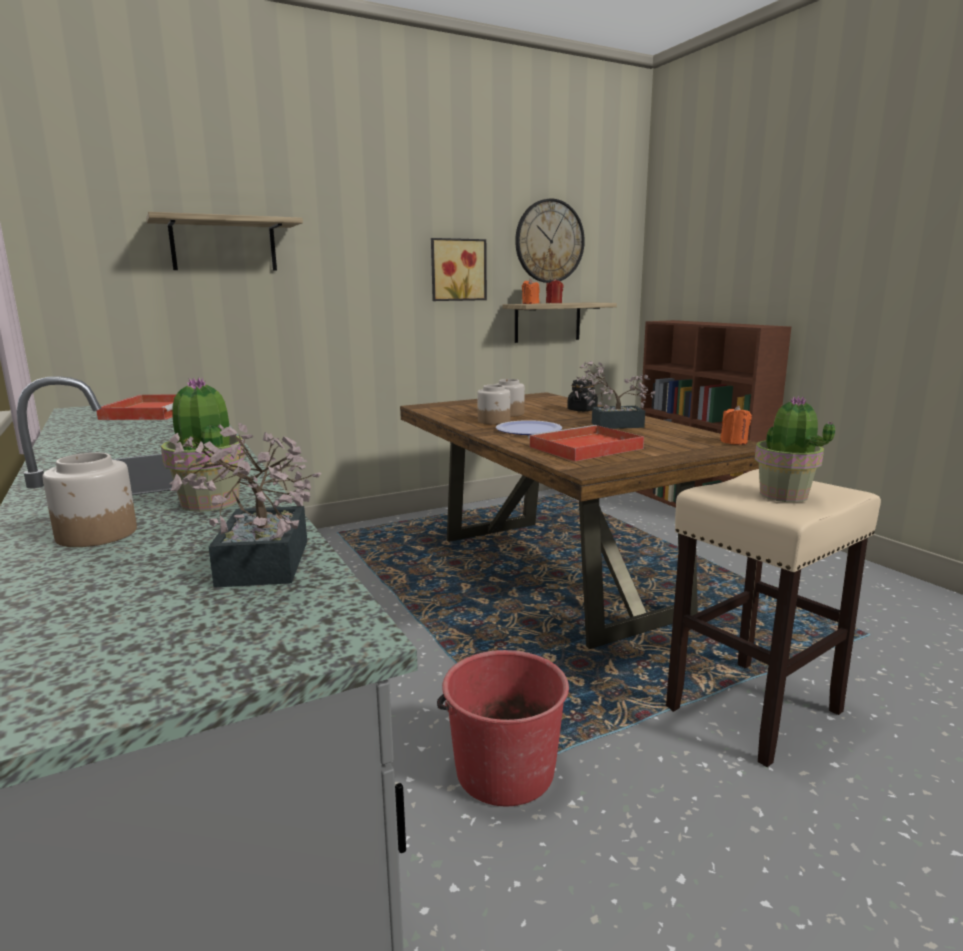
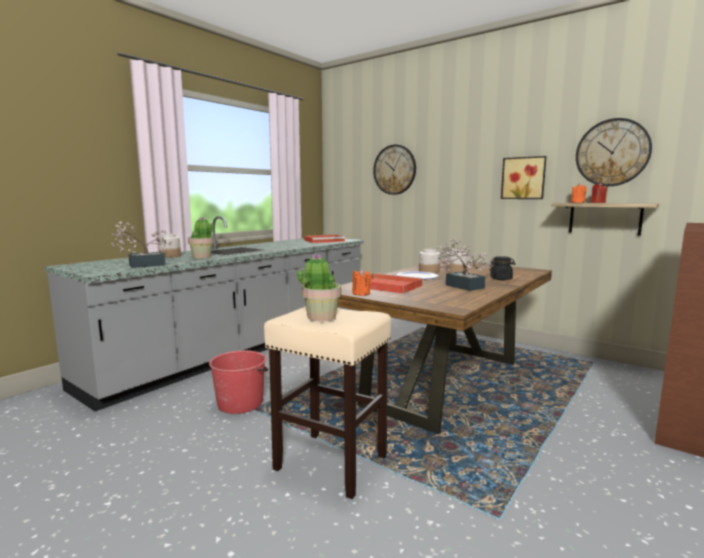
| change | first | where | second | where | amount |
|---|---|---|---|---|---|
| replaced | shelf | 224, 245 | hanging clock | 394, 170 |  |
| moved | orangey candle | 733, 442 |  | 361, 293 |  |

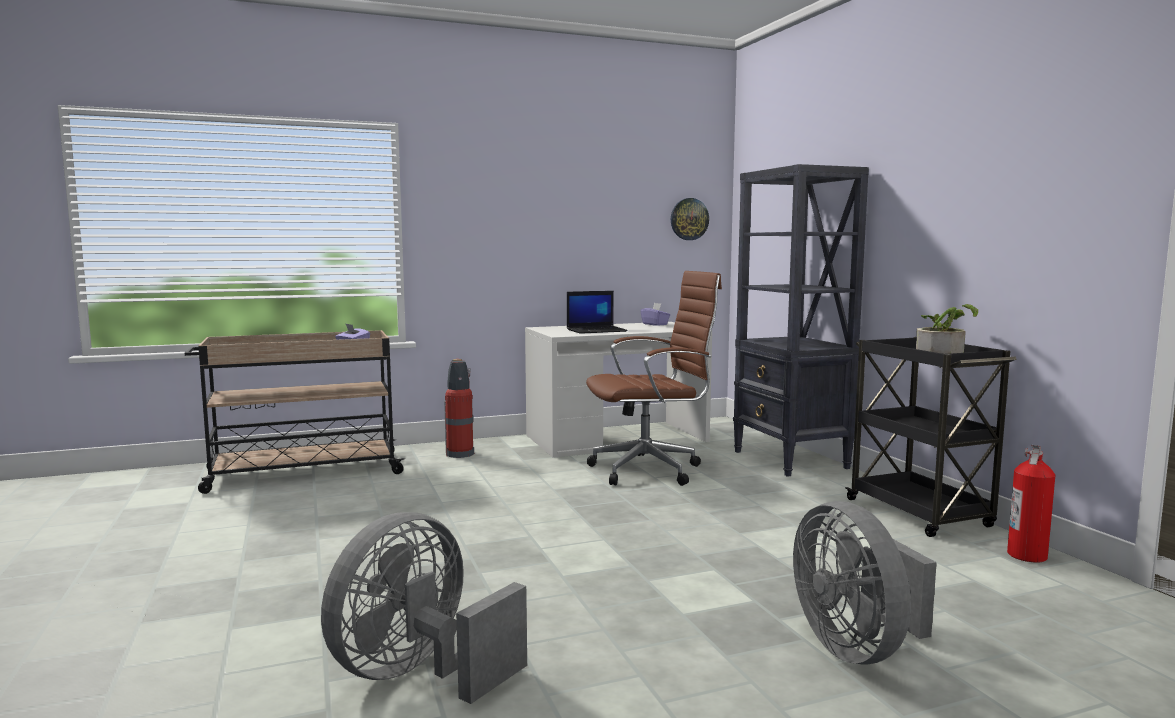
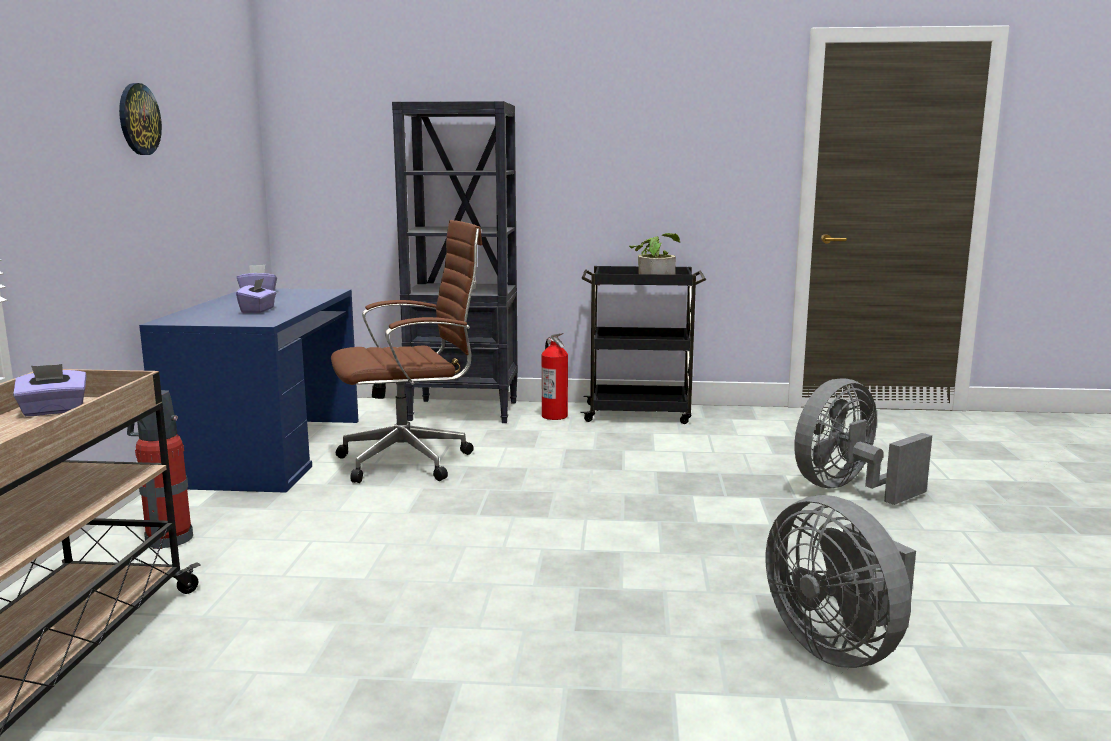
| change | first | where | second | where | amount |
|---|---|---|---|---|---|
| moved | hanging clock | 689, 219 |  | 138, 119 |  |
| turned | brown-coloured office chair | 651, 470 |  | 411, 461 | 60 degrees clockwise |
| replaced | laptop | 597, 330 | purplish tissue holder | 258, 310 |  |
| recoloured | white-coloured desk table | 616, 438 | blue-coloured desk table | 268, 451 |  |
| moved | fire extinguisher | 1028, 555 |  | 554, 416 |  |
| turned | greyish fan | 856, 647 |  | 847, 489 | 135 degrees clockwise |

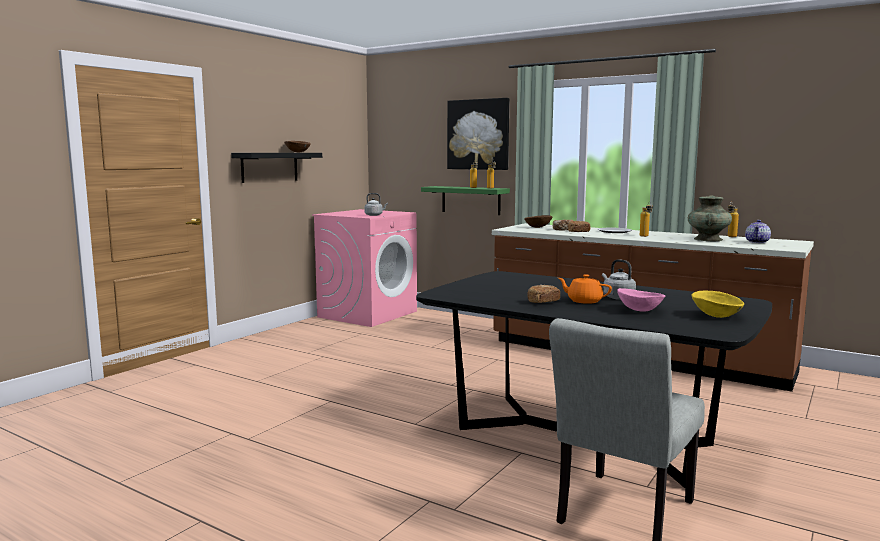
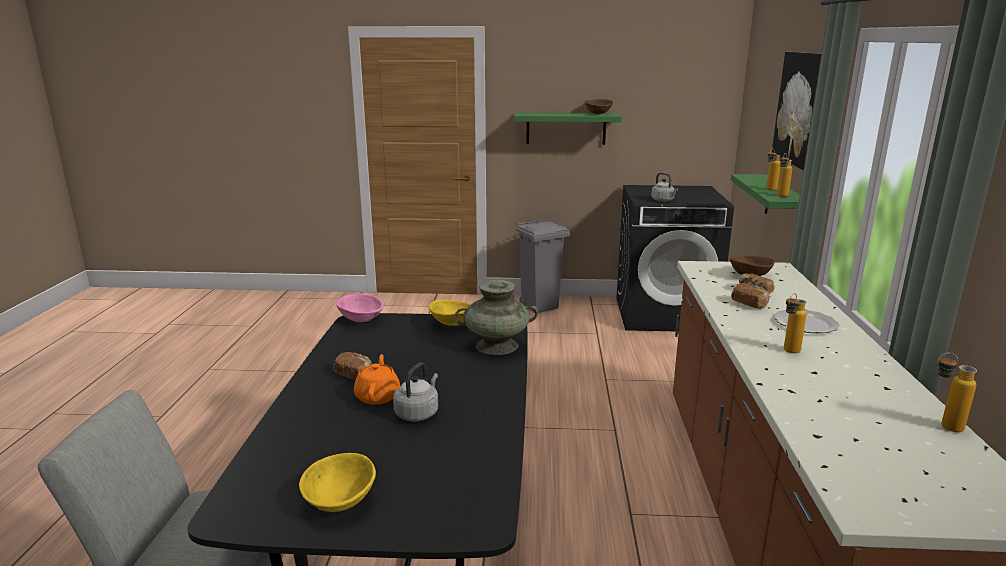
| change | first | where | second | where | amount |
|---|---|---|---|---|---|
| recoloured | black-coloured shelf | 269, 167 | green-coloured shelf | 566, 128 |  |
| moved | turquoise-coloured flower vase | 708, 239 |  | 496, 346 |  |
| recoloured | pinkish laundry appliance | 368, 314 | black-coloured laundry appliance | 665, 314 |  |
| removed | pot for tea | 757, 242 |  |  |  |
| moved | pinkish deep dish | 639, 311 |  | 361, 319 |  |
| added |  |  | greyish trash can | 540, 307 |  |
| added |  |  | yellow-coloured deep dish | 452, 324 |  |

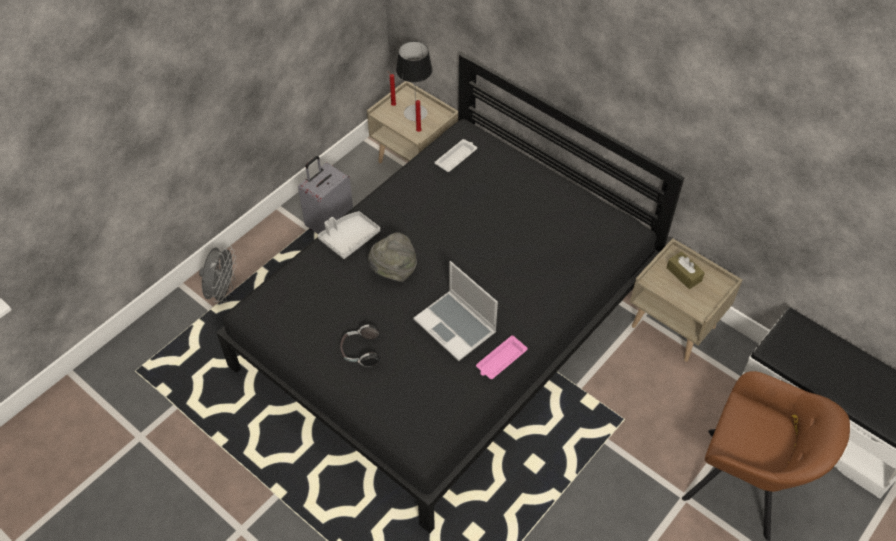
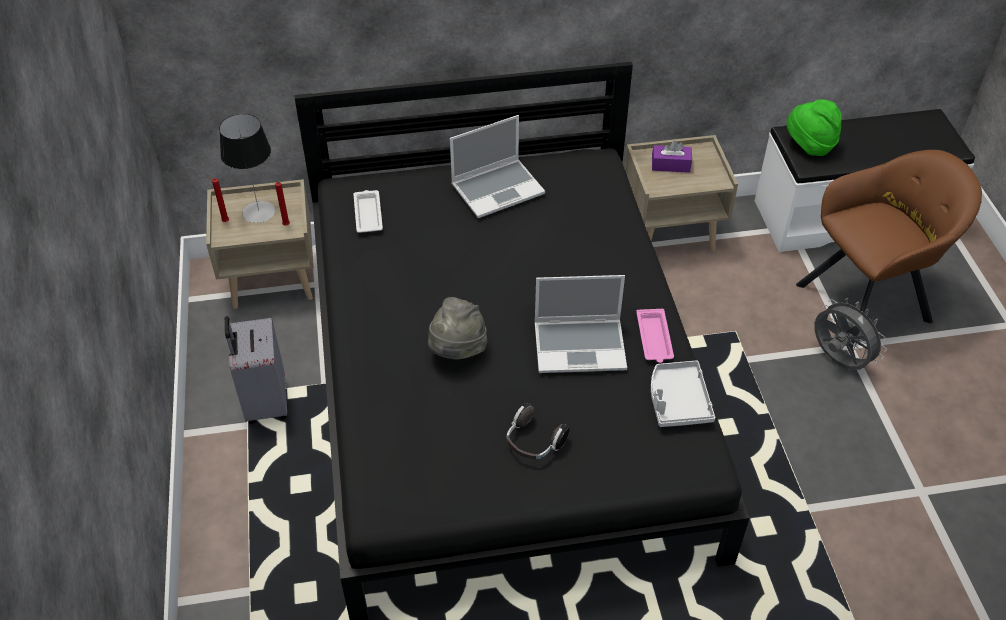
| change | first | where | second | where | amount |
|---|---|---|---|---|---|
| moved | greyish serving tray | 349, 238 |  | 677, 401 |  |
| moved | greyish fan | 222, 291 |  | 837, 361 |  |
| recoloured | brown-coloured tissue holder | 684, 274 | purplish tissue holder | 670, 165 |  |
| added |  |  | green-coloured wearable hat | 809, 146 |  |
| added |  |  | laptop | 498, 189 |  |

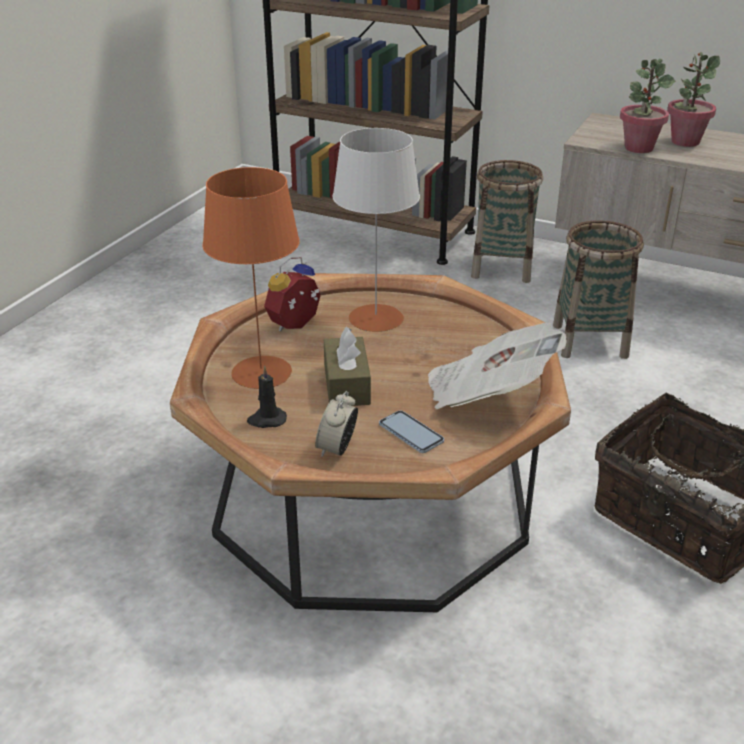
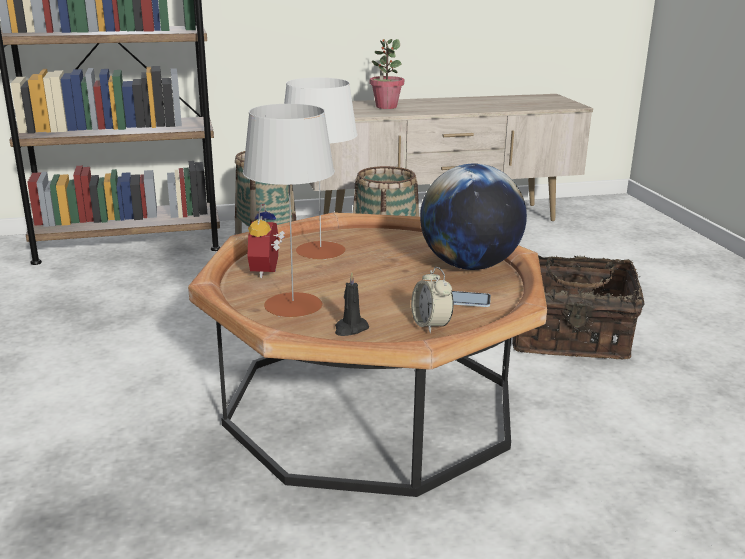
| change | first | where | second | where | amount |
|---|---|---|---|---|---|
| removed | houseplant | 638, 148 |  |  |  |
| recoloured | orangey tabletop lamp | 261, 372 | greyish tabletop lamp | 293, 305 |  |
| replaced | daily paper | 488, 395 | globe | 470, 266 |  |
| removed | brown-coloured tissue holder | 346, 384 |  |  |  |

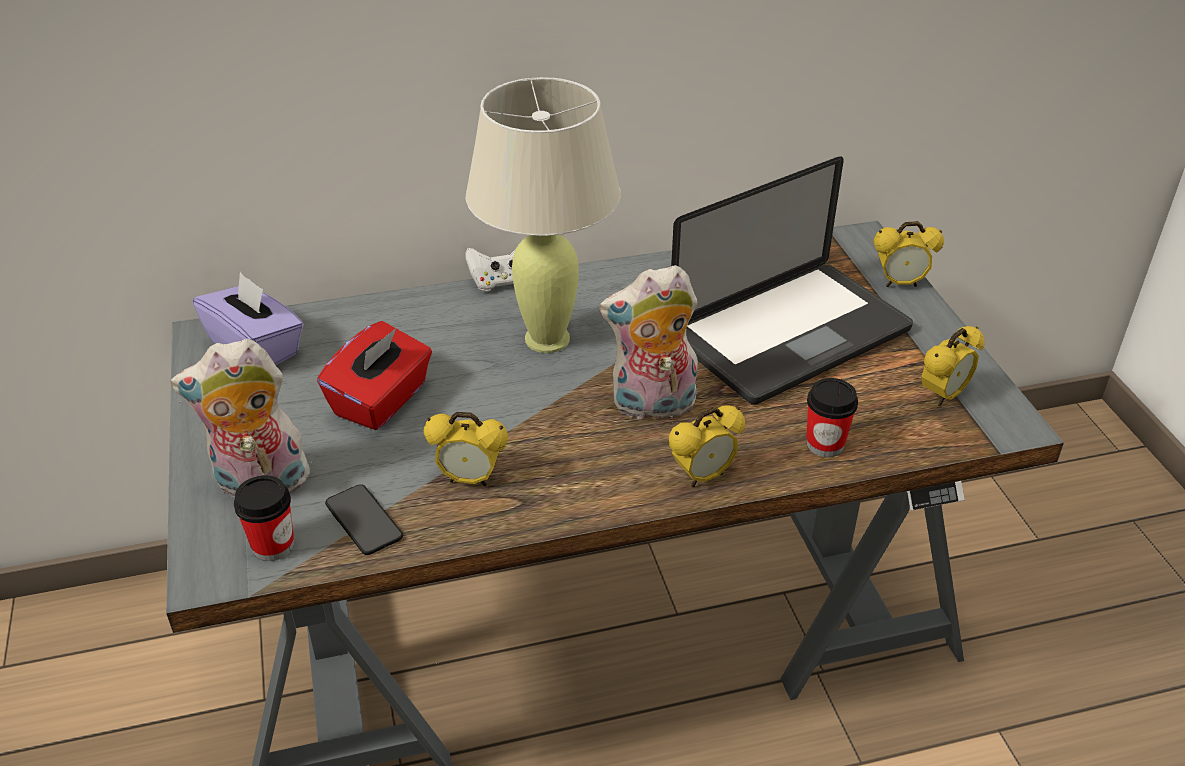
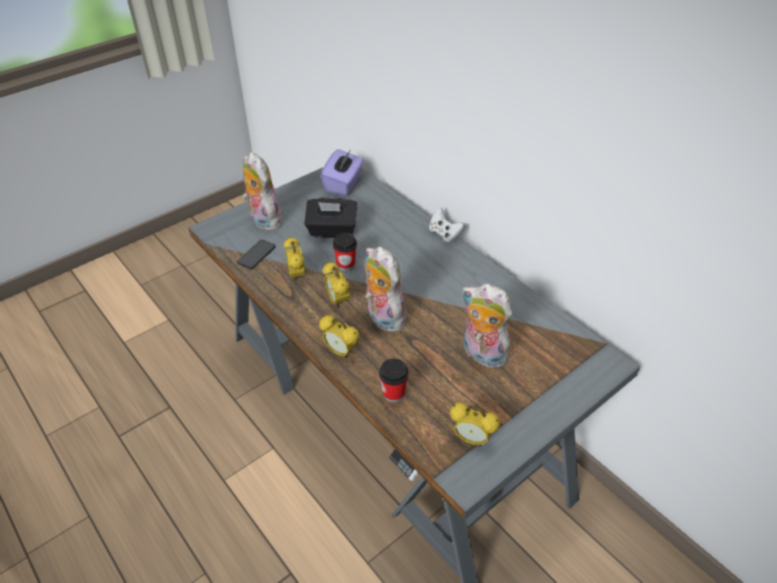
| change | first | where | second | where | amount |
|---|---|---|---|---|---|
| removed | sand-coloured tabletop lamp | 547, 338 |  |  |  |
| replaced | laptop | 790, 334 | plush toy | 481, 354 |  |
| moved | alarm clock | 900, 283 |  | 337, 300 |  |
| recoloured | red-coloured tissue holder | 381, 401 | black-coloured tissue holder | 332, 231 |  |
| moved | cup | 273, 545 |  | 346, 264 |  |

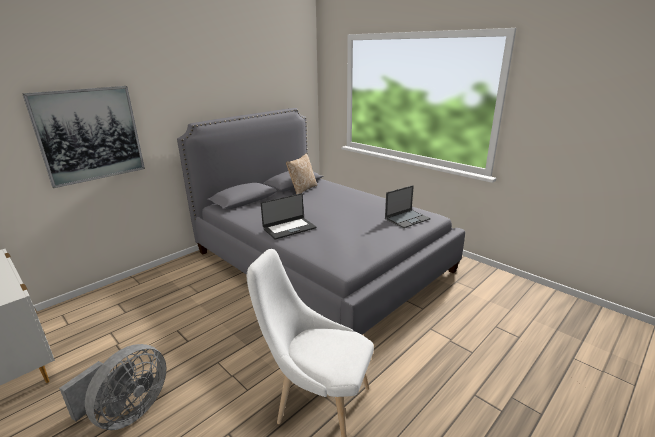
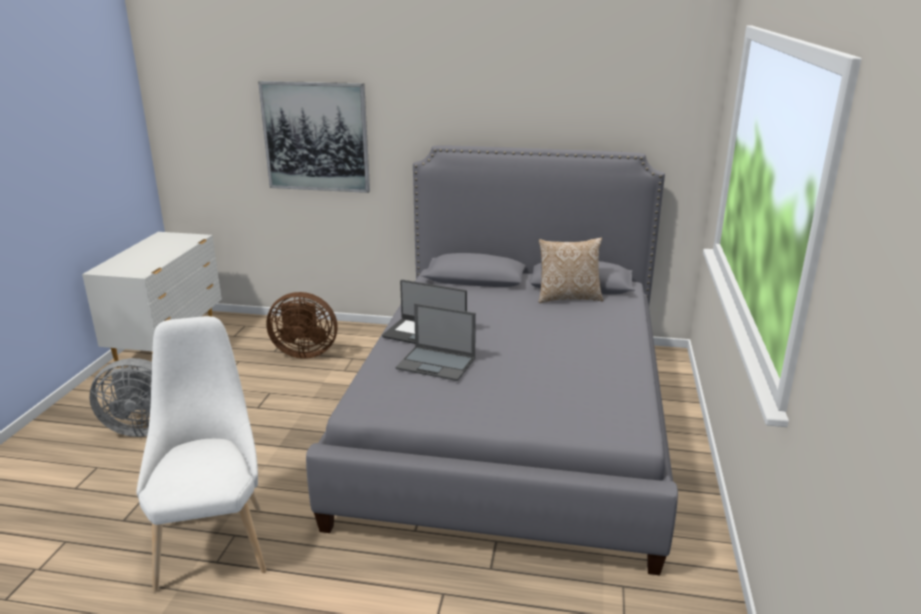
| change | first | where | second | where | amount |
|---|---|---|---|---|---|
| moved | laptop | 407, 218 |  | 437, 363 |  |
| added |  |  | brown-coloured fan | 304, 352 |  |

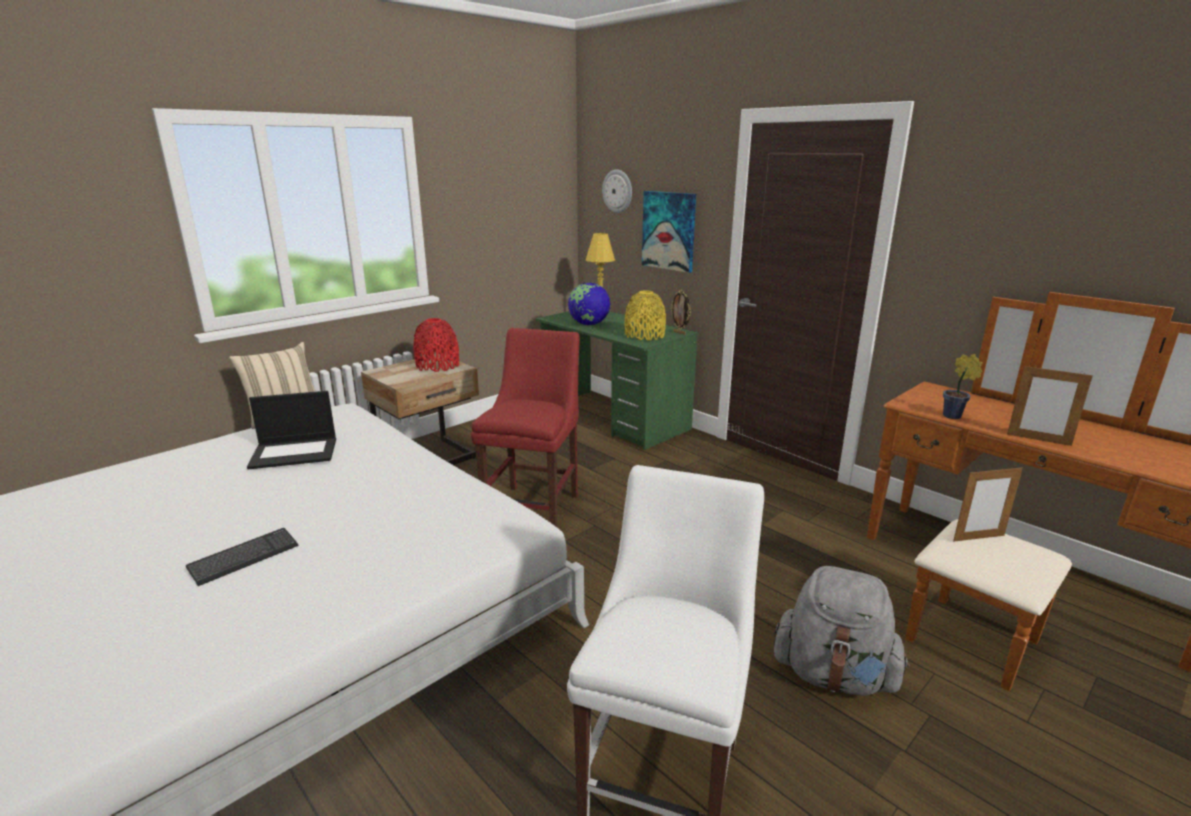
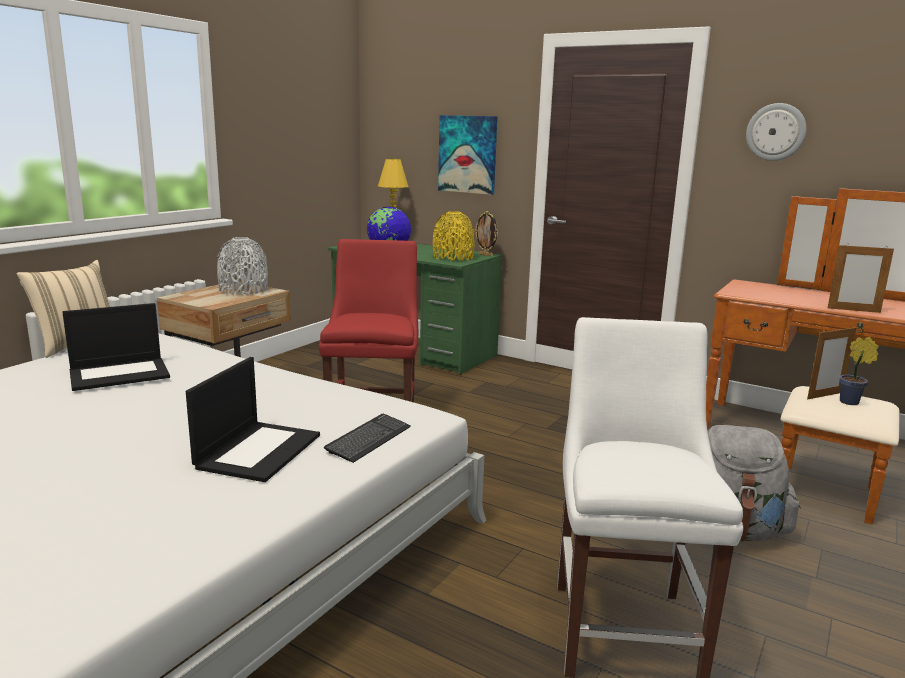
| change | first | where | second | where | amount |
|---|---|---|---|---|---|
| moved | hanging clock | 618, 191 |  | 775, 132 |  |
| recoloured | red-coloured flower vase | 437, 366 | greyish flower vase | 243, 290 |  |
| moved | houseplant | 954, 416 |  | 851, 402 |  |
| moved | PC keyboard | 244, 558 |  | 368, 439 |  |
| added |  |  | laptop | 258, 450 |  |

